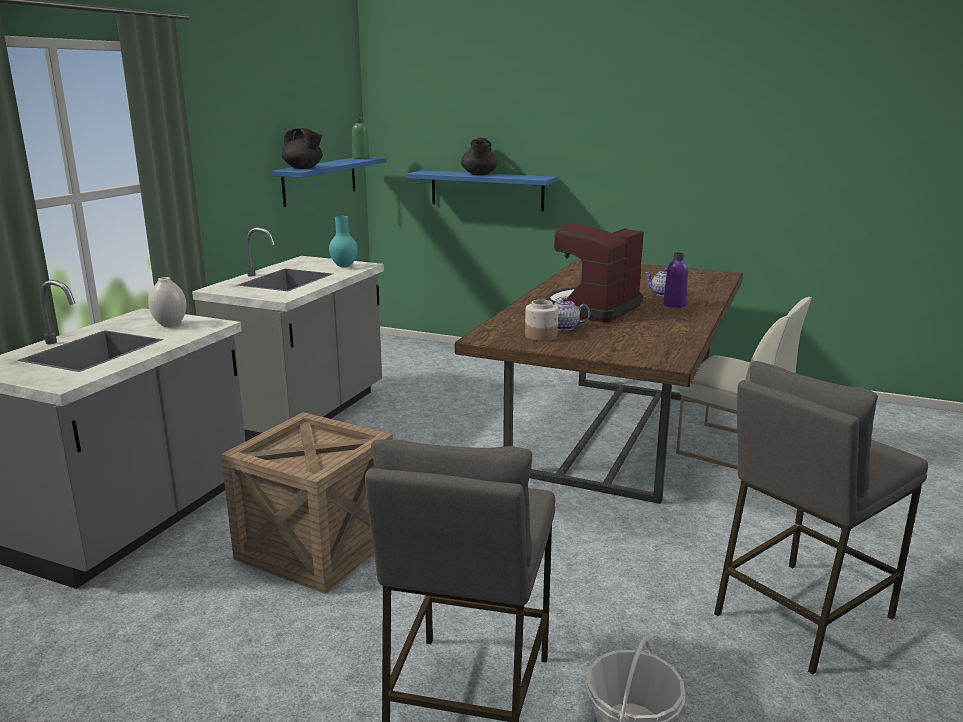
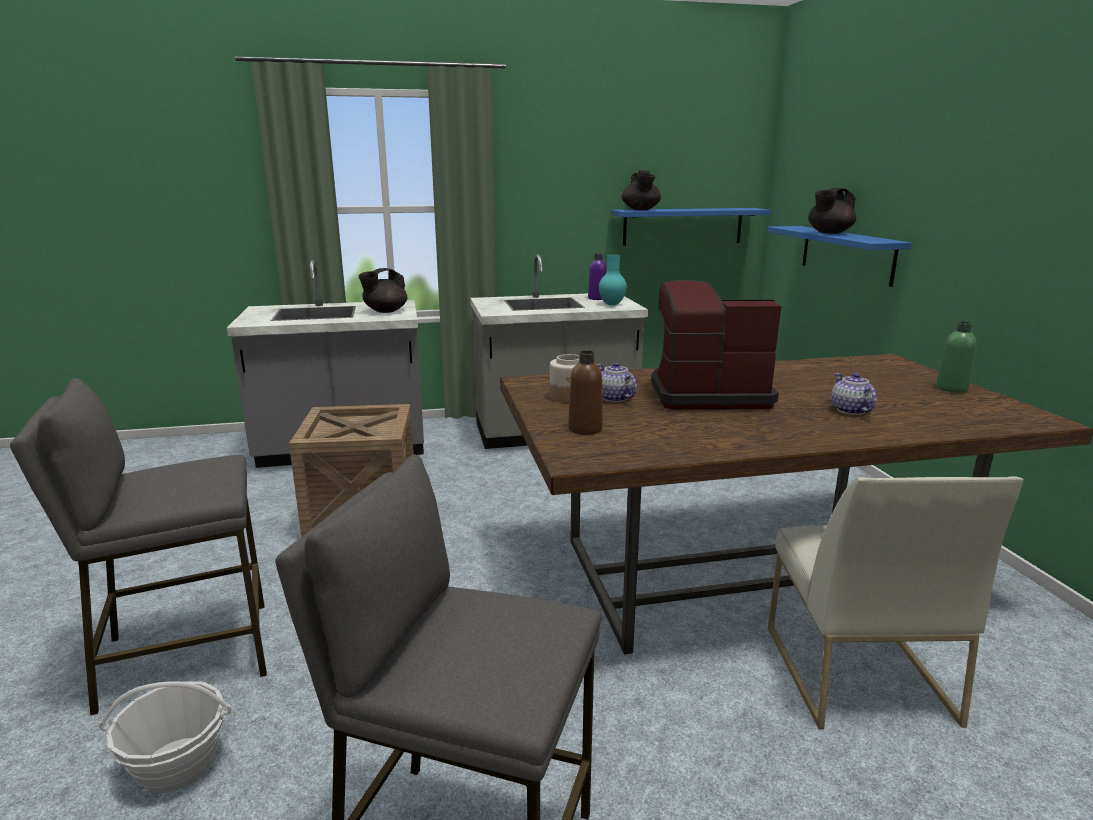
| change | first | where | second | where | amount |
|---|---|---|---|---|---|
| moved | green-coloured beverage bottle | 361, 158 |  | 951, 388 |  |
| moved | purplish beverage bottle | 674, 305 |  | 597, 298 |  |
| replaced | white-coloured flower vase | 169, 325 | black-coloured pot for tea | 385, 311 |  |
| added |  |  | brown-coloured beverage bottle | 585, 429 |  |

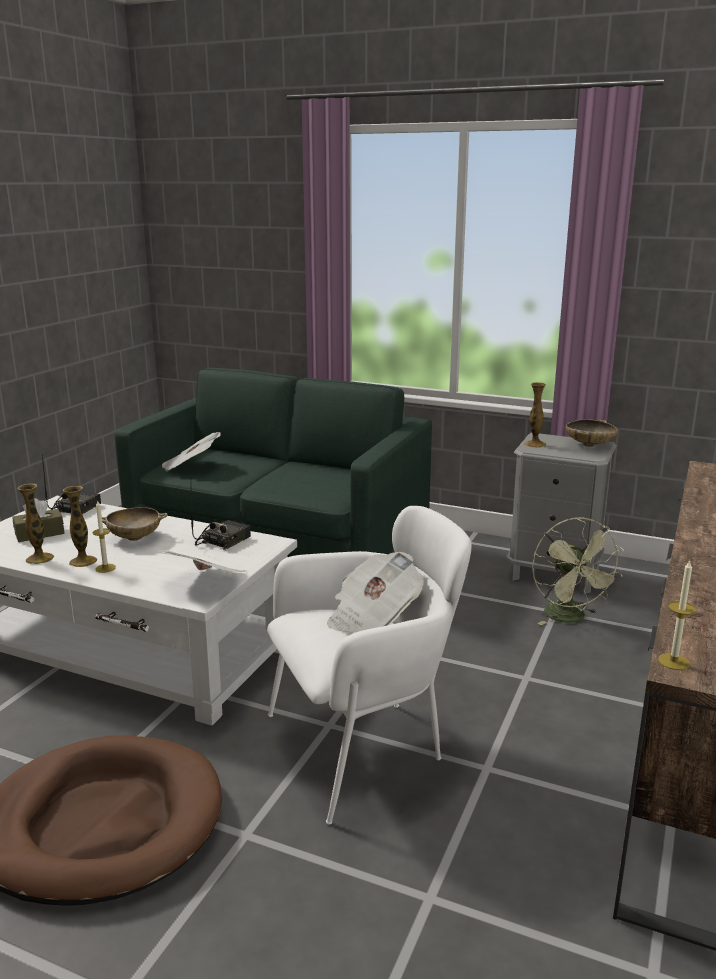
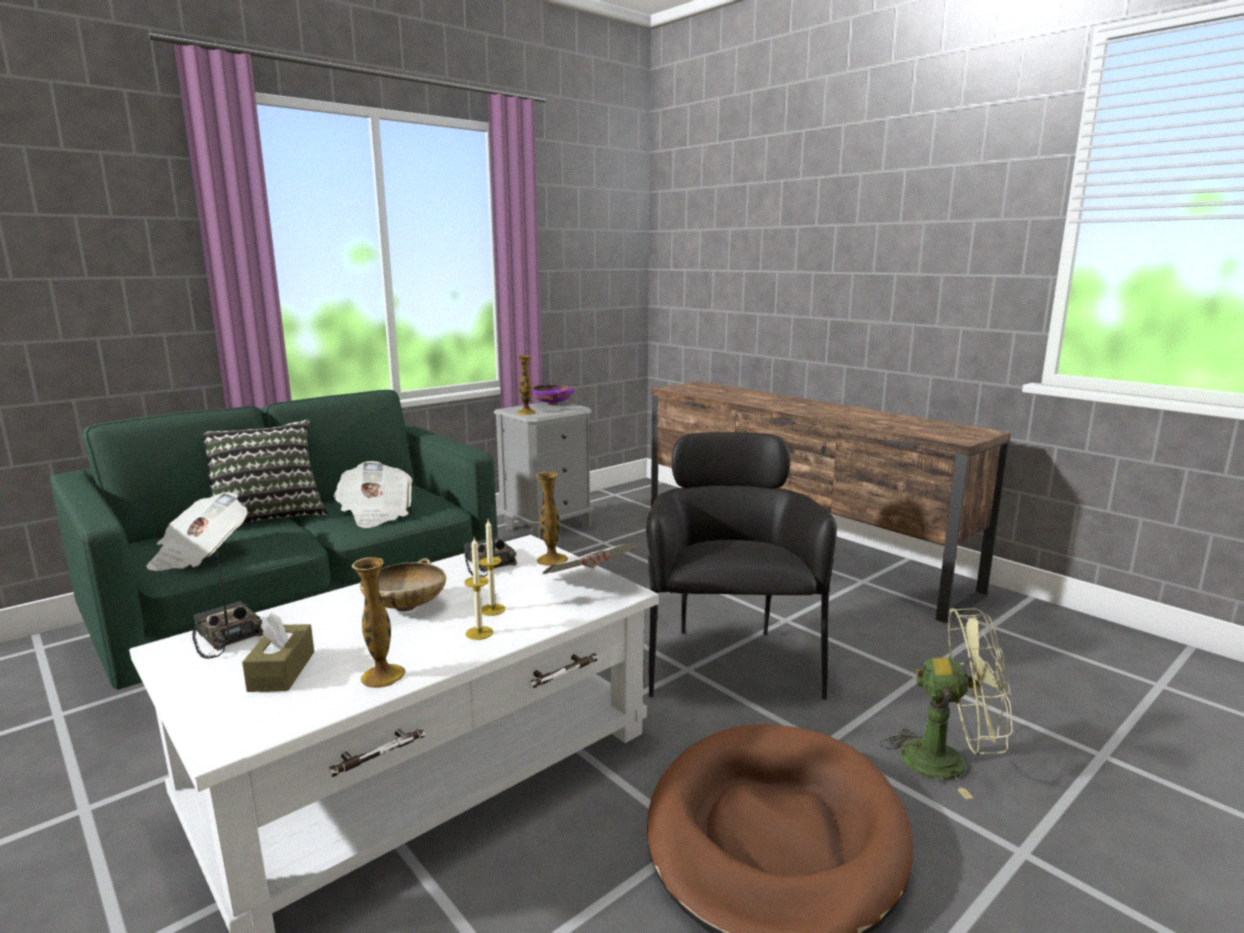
| change | first | where | second | where | amount |
|---|---|---|---|---|---|
| recoloured | sand-coloured deep dish | 590, 445 | purplish deep dish | 553, 404 |  |
| moved | flower vase | 83, 561 |  | 552, 560 |  |
| recoloured | white-coloured lounge chair | 365, 746 | black-coloured lounge chair | 729, 659 |  |
| moved | green-coloured fan | 570, 618 |  | 947, 761 |  |
| moved | daily paper | 372, 616 |  | 375, 514 |  |
| moved | candle | 673, 661 |  | 492, 609 |  |
| added |  |  | pillow | 268, 516 |  |

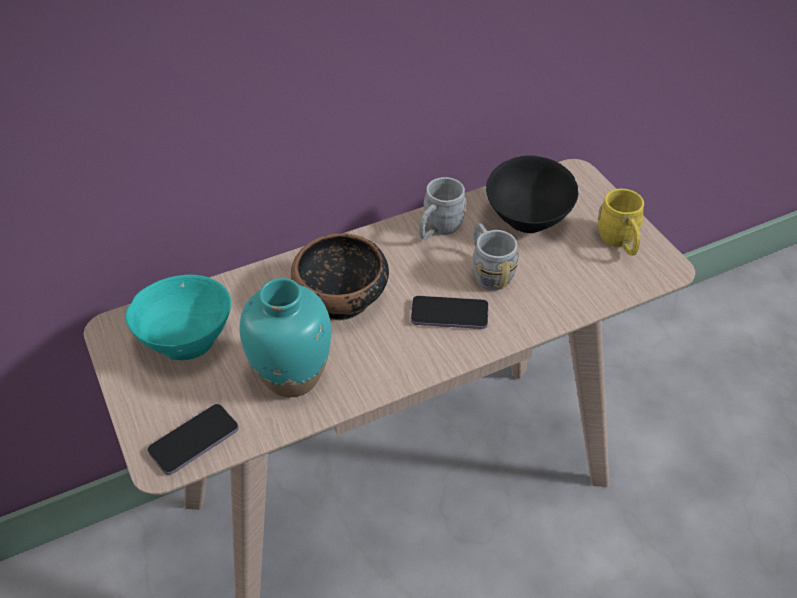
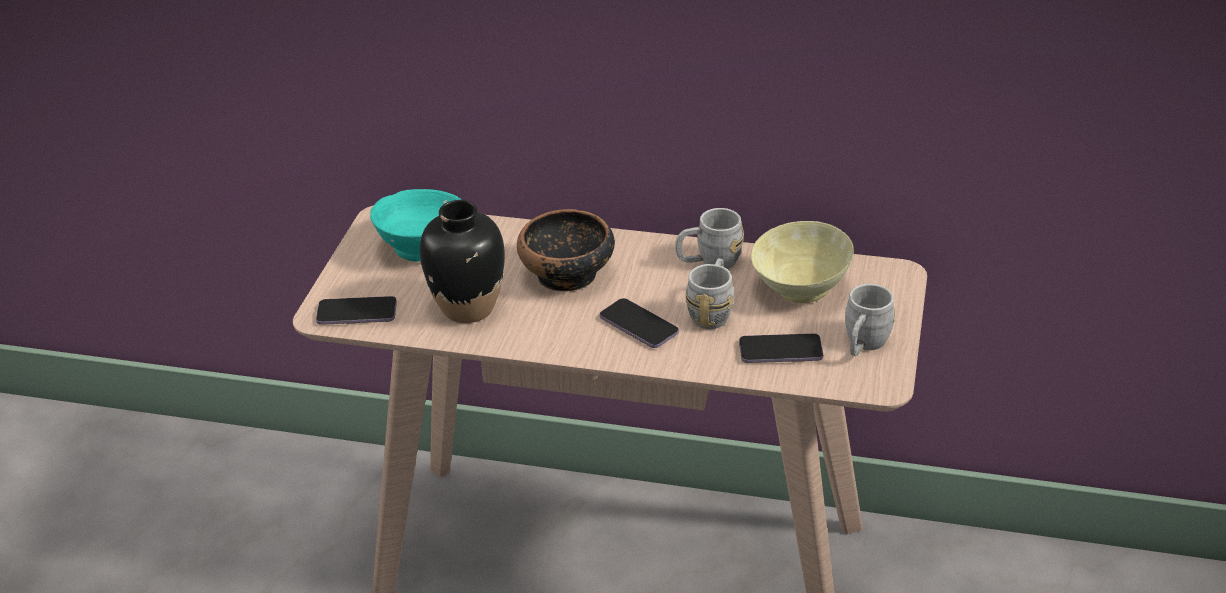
| change | first | where | second | where | amount |
|---|---|---|---|---|---|
| recoloured | black-coloured deep dish | 526, 220 | sand-coloured deep dish | 799, 289 |  |
| recoloured | yellow-coloured tea mug | 619, 243 | greyish tea mug | 863, 345 |  |
| recoloured | turquoise-coloured flower vase | 292, 376 | black-coloured flower vase | 468, 308 |  |
| added |  |  | phone | 780, 351 |  |

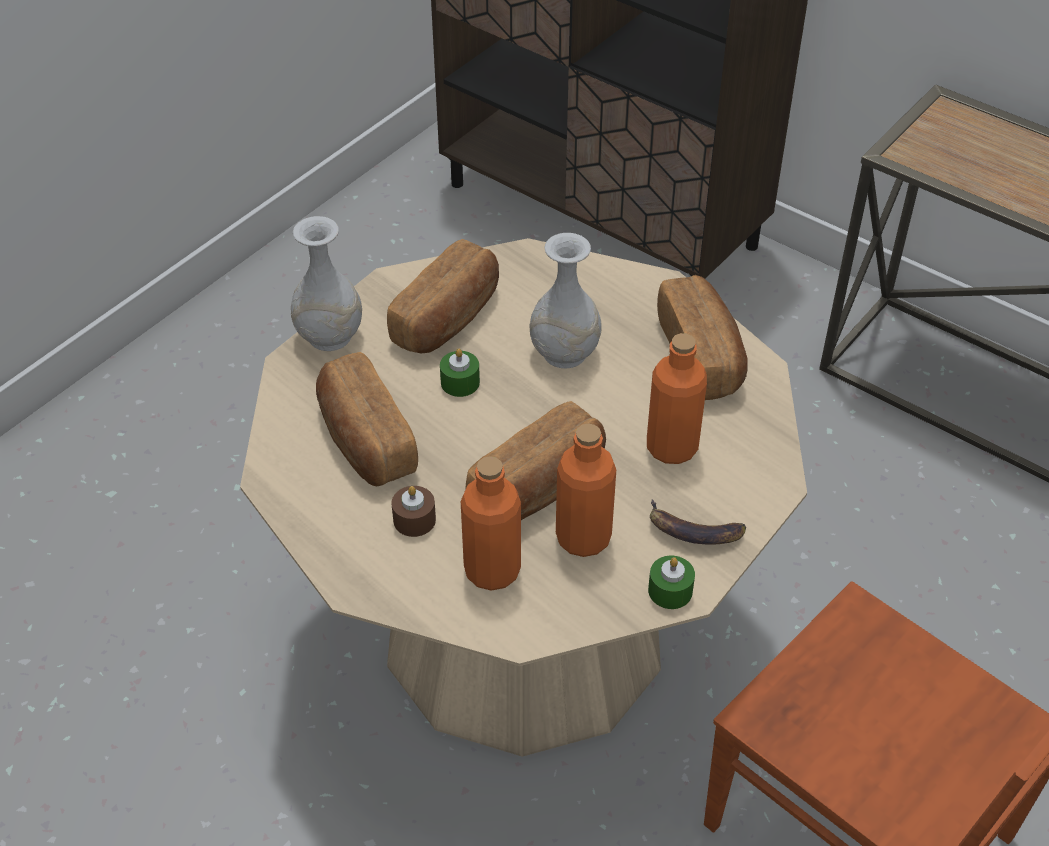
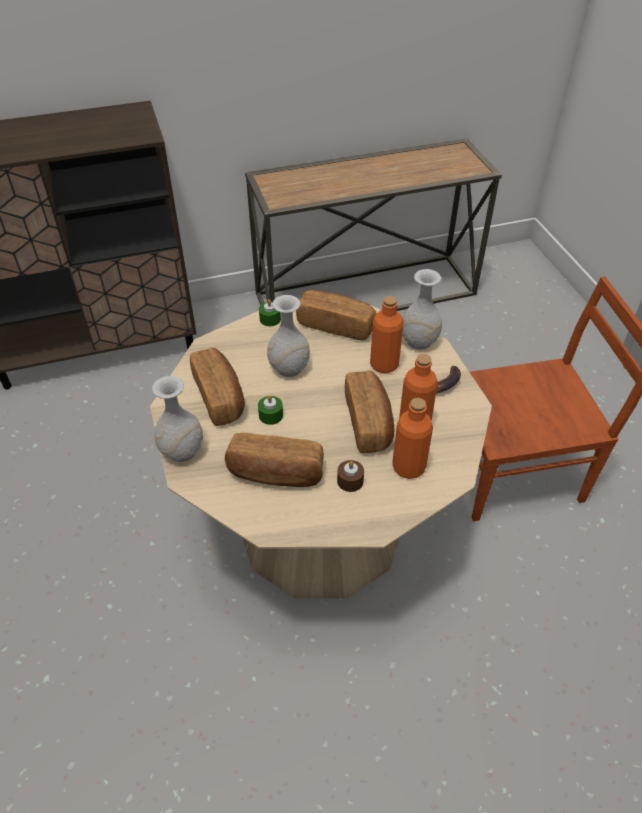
| change | first | where | second | where | amount |
|---|---|---|---|---|---|
| moved | green-coloured candle | 670, 591 |  | 270, 319 |  |
| added |  |  | white-coloured flower vase | 418, 341 |  |

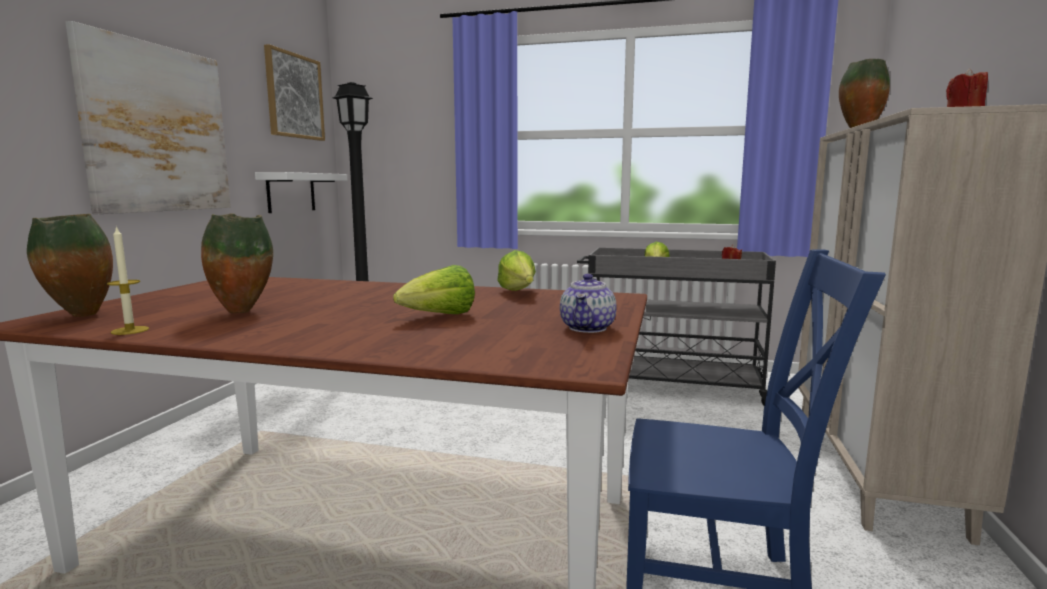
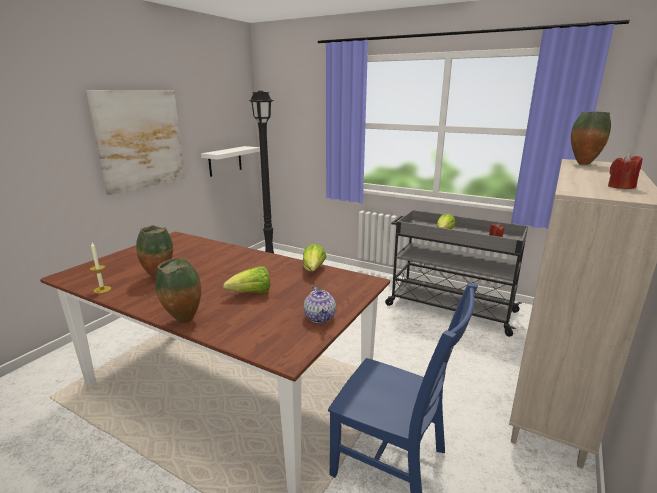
| change | first | where | second | where | amount |
|---|---|---|---|---|---|
| removed | picture | 294, 96 |  |  |  |
| moved | flower vase | 80, 316 |  | 183, 321 |  |
| turned | pot for tea | 588, 328 |  | 320, 317 | 45 degrees counterclockwise |

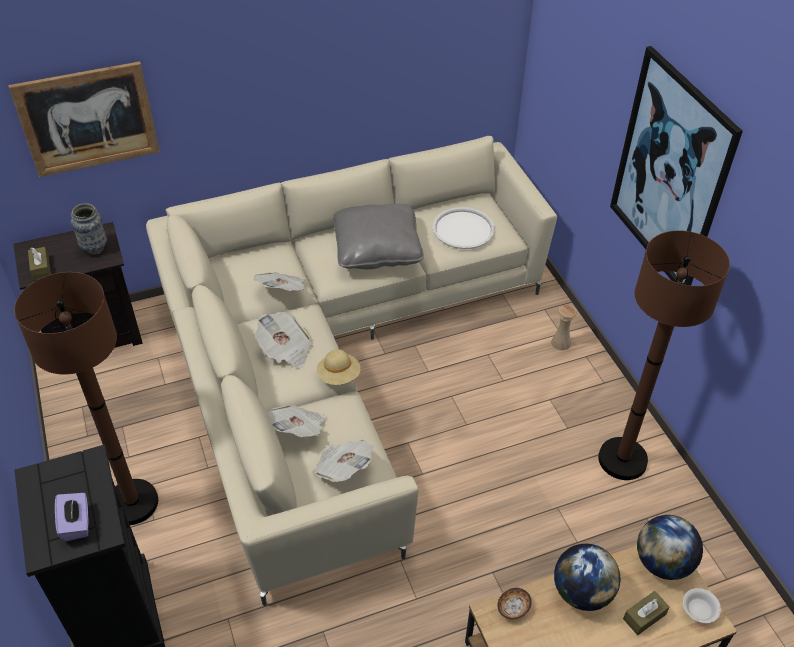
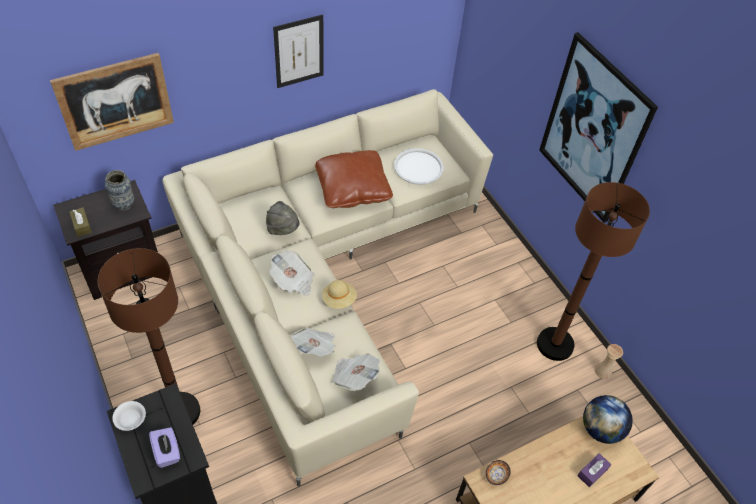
| change | first | where | second | where | amount |
|---|---|---|---|---|---|
| recoloured | greyish pillow | 377, 249 | brown-coloured pillow | 352, 188 |  |
| replaced | daily paper | 283, 291 | greyish wearable hat | 283, 230 |  |
| moved | sand-coloured flower vase | 561, 343 |  | 603, 371 |  |
| removed | globe | 581, 592 |  |  |  |
| moved | white-coloured deep dish | 699, 609 |  | 130, 419 |  |
| recoloured | brown-coloured tissue holder | 644, 616 | purplish tissue holder | 592, 472 |  |
| added |  |  | picture | 299, 51 |  |

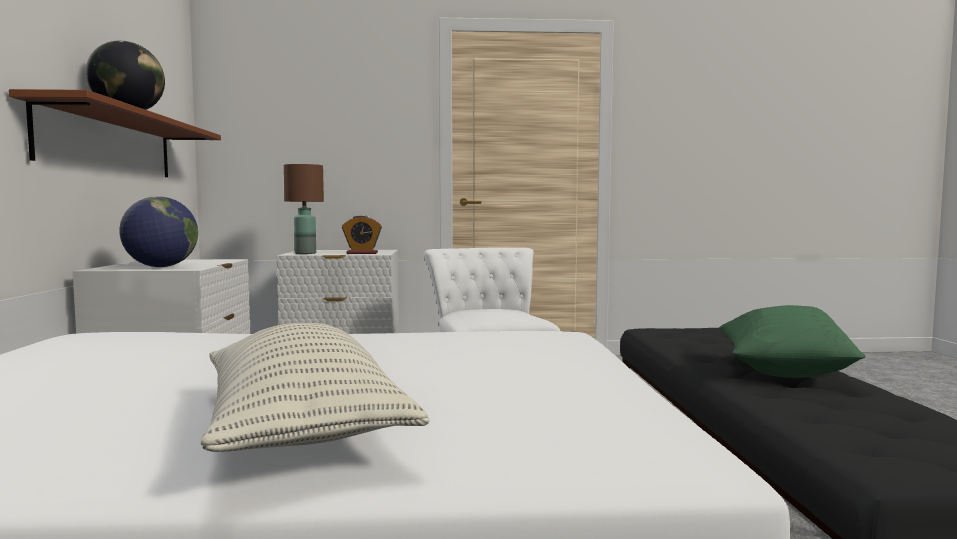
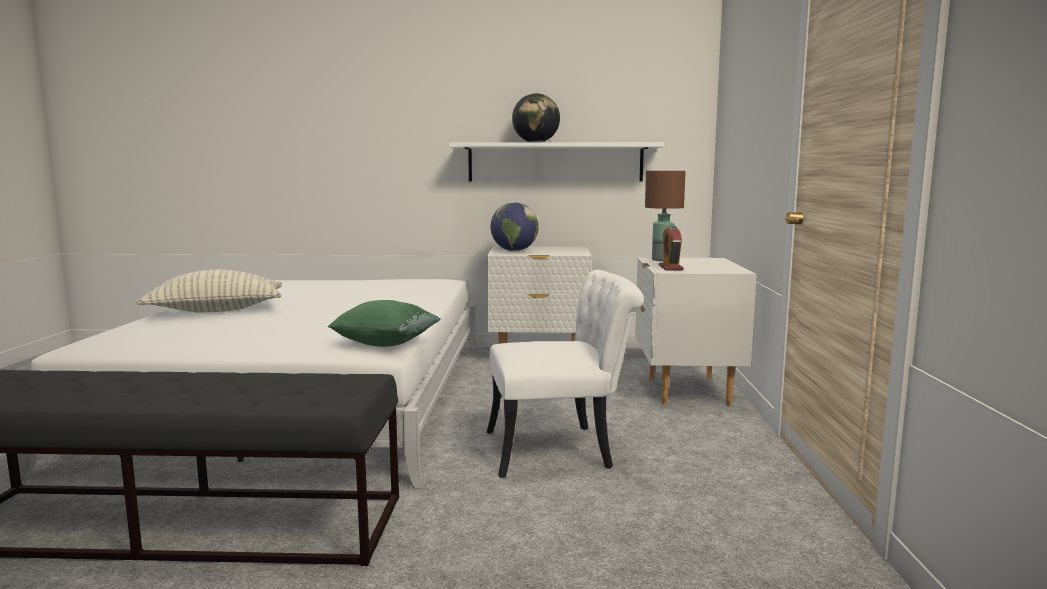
| change | first | where | second | where | amount |
|---|---|---|---|---|---|
| recoloured | brown-coloured shelf | 110, 143 | white-coloured shelf | 555, 162 |  |
| moved | green-coloured pillow | 783, 372 |  | 385, 344 |  |

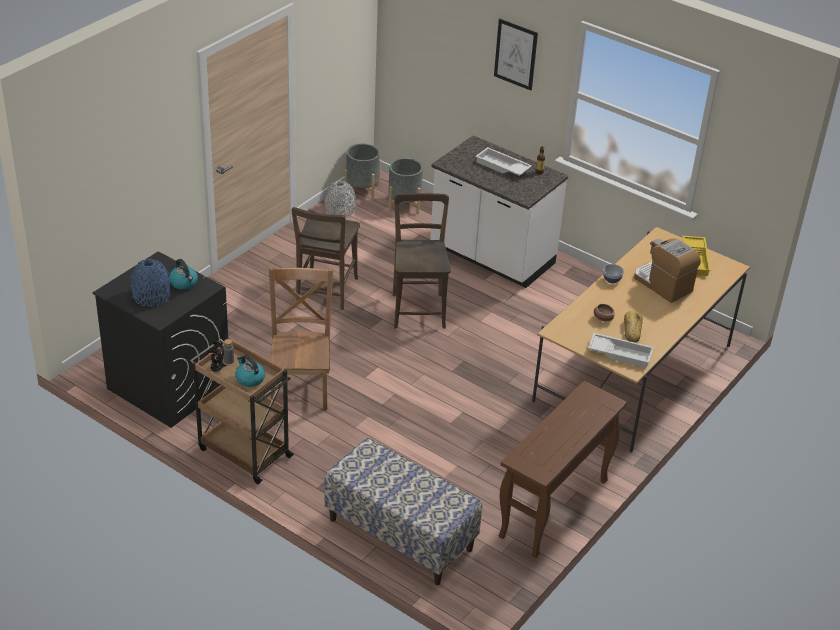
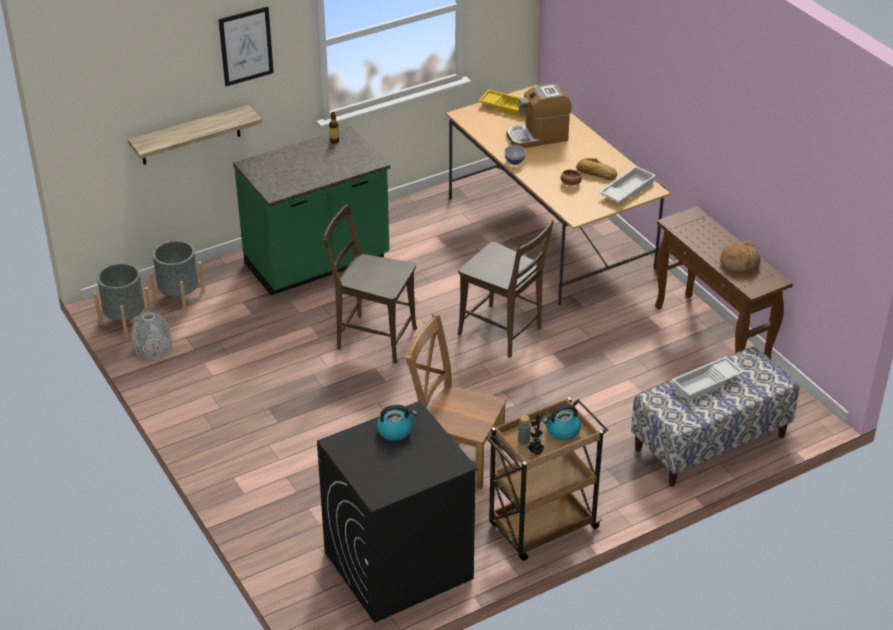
| change | first | where | second | where | amount |
|---|---|---|---|---|---|
| recoloured | white-coloured kitchen counter | 491, 257 | green-coloured kitchen counter | 317, 264 |  |
| moved | white-coloured serving tray | 502, 167 |  | 707, 383 |  |
| moved | brown-coloured chair | 325, 292 |  | 503, 333 |  |
| removed | blue-coloured flower vase | 151, 295 |  |  |  |
| added |  |  | shelf | 190, 135 |  |
| added |  |  | bread | 739, 263 |  |

